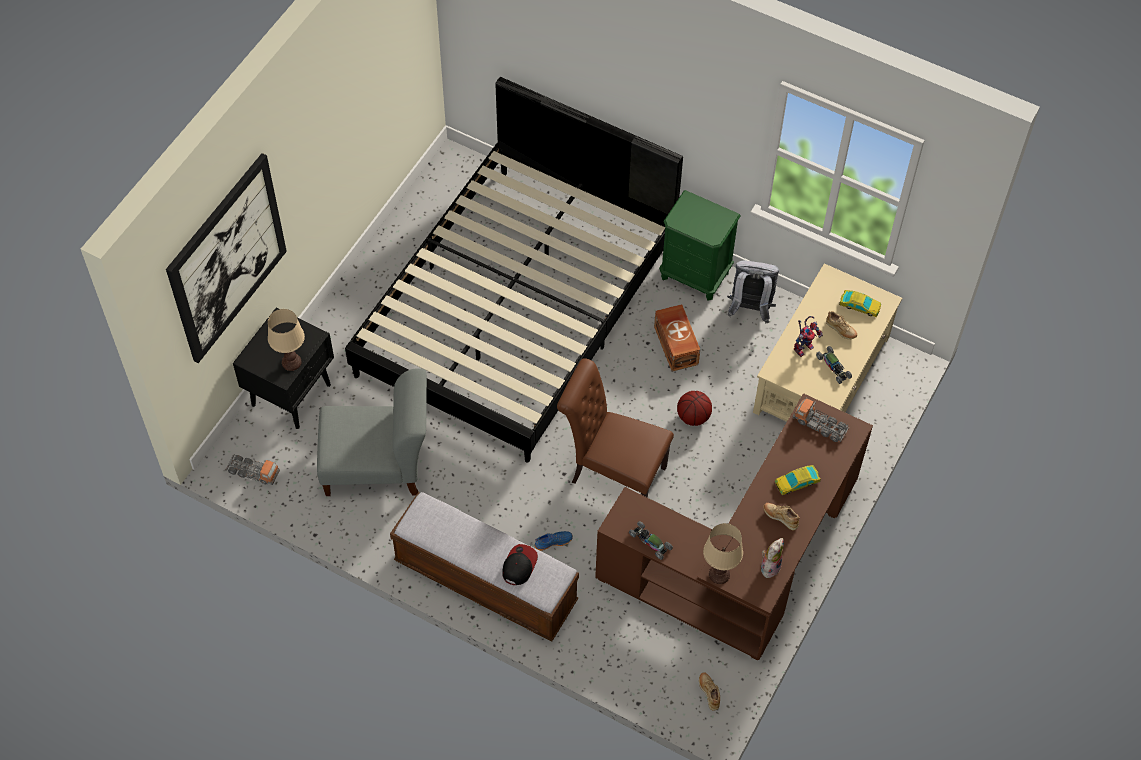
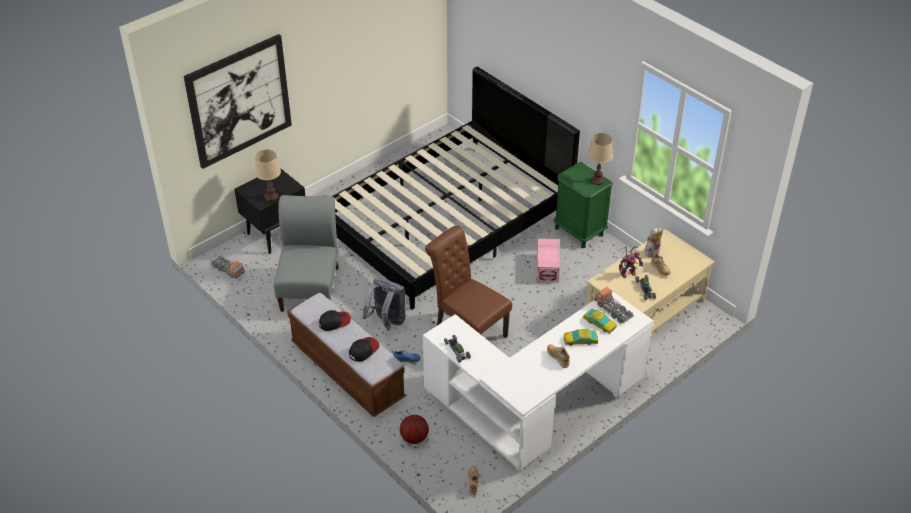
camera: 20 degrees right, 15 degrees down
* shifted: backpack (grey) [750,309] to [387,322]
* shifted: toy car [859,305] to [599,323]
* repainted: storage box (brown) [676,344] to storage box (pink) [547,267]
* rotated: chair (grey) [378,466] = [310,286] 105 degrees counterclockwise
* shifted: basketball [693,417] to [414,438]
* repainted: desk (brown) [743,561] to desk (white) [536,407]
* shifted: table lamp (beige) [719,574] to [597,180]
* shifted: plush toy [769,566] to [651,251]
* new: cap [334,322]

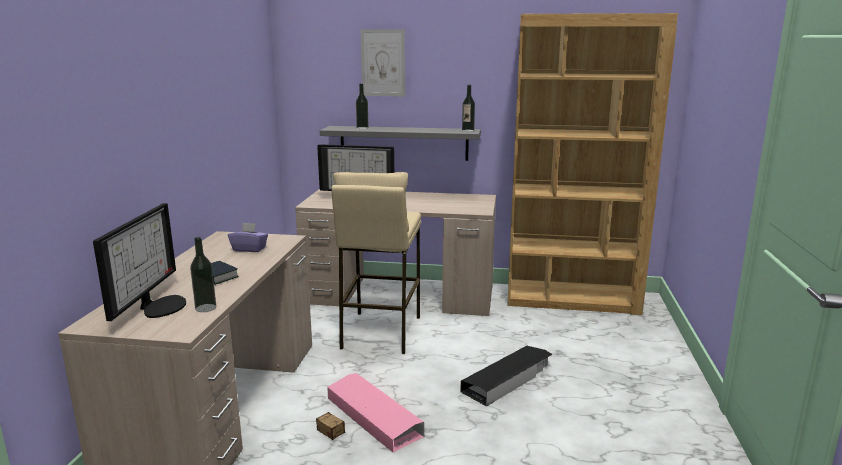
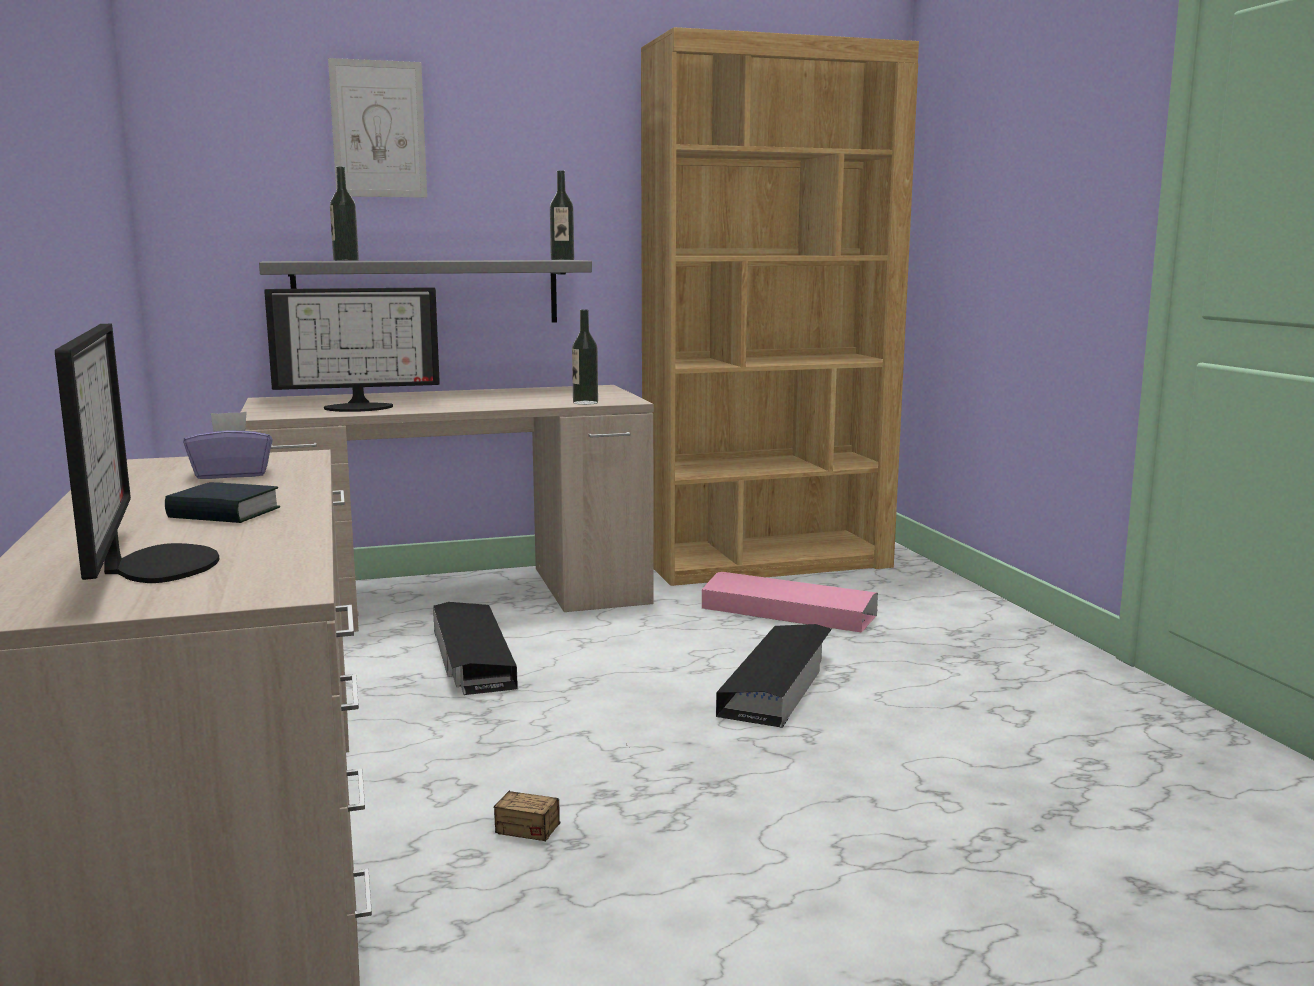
camera: 25 degrees left, 5 degrees down
* swapped: stool (beige) [380,332] to storage box (black) [472,658]
* shifted: bottle [205,308] to [585,402]
* shifted: storage box (pink) [373,417] to [787,612]

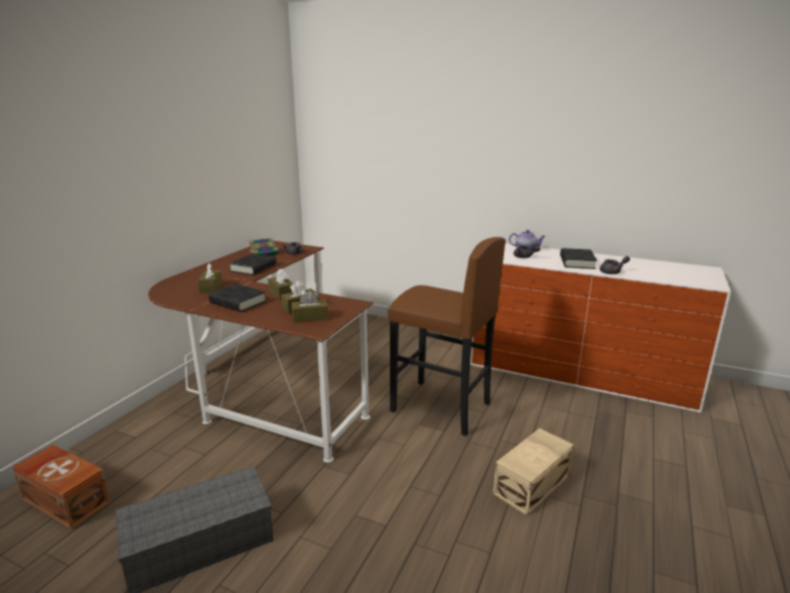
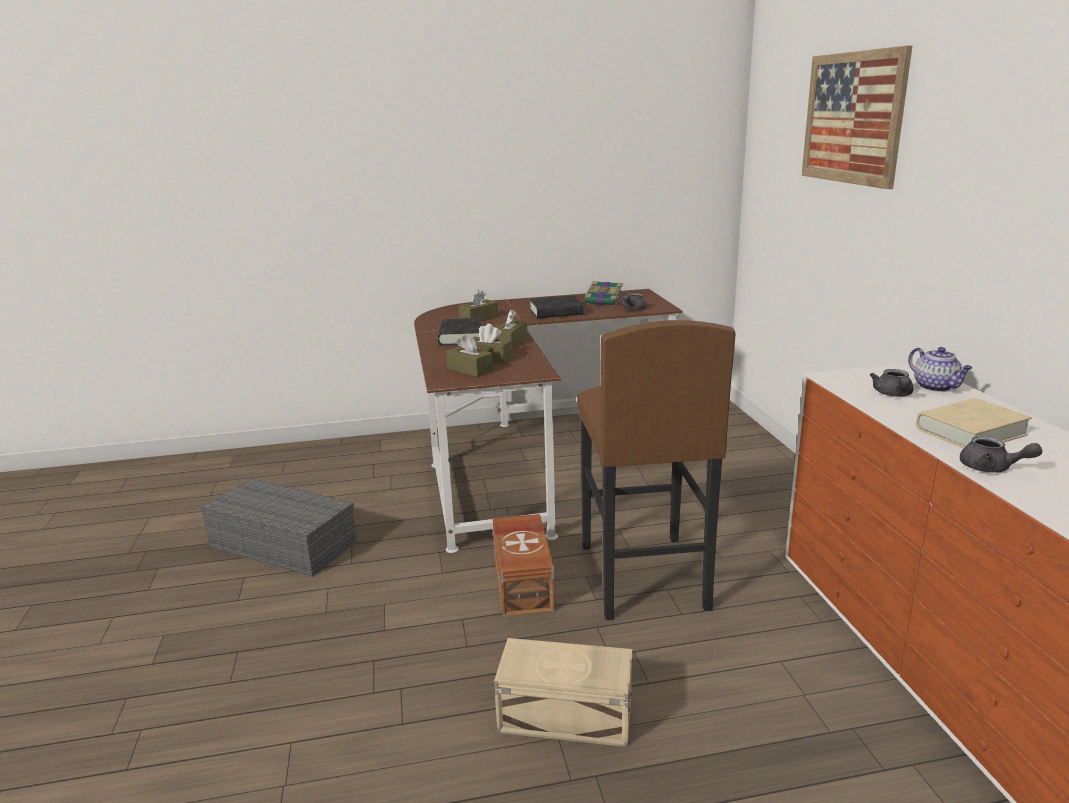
camera: 55 degrees right, 0 degrees up
* repainted: book (black) [577,262] to book (beige) [970,432]
* shifted: storage box (brown) [66,499] to [524,583]
* new: picture [852,118]

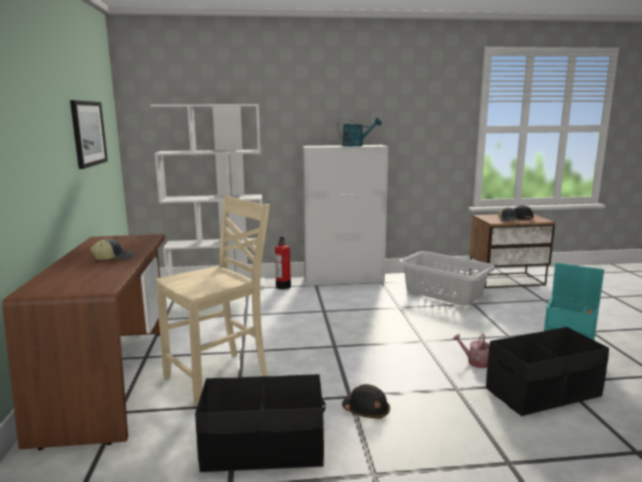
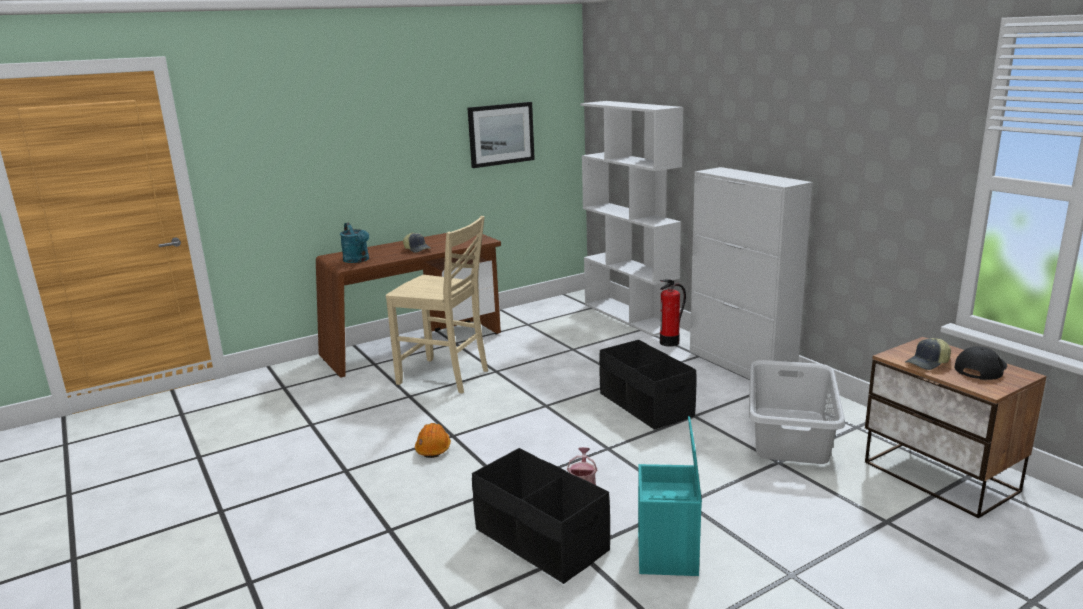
camera: 65 degrees right, 5 degrees up
* shifted: watering can (turquoise) [356,145] to [358,260]
* shifted: storage box (black) [263,449] to [645,405]
* repainted: hard hat (black) [366,411] to hard hat (orange) [433,448]

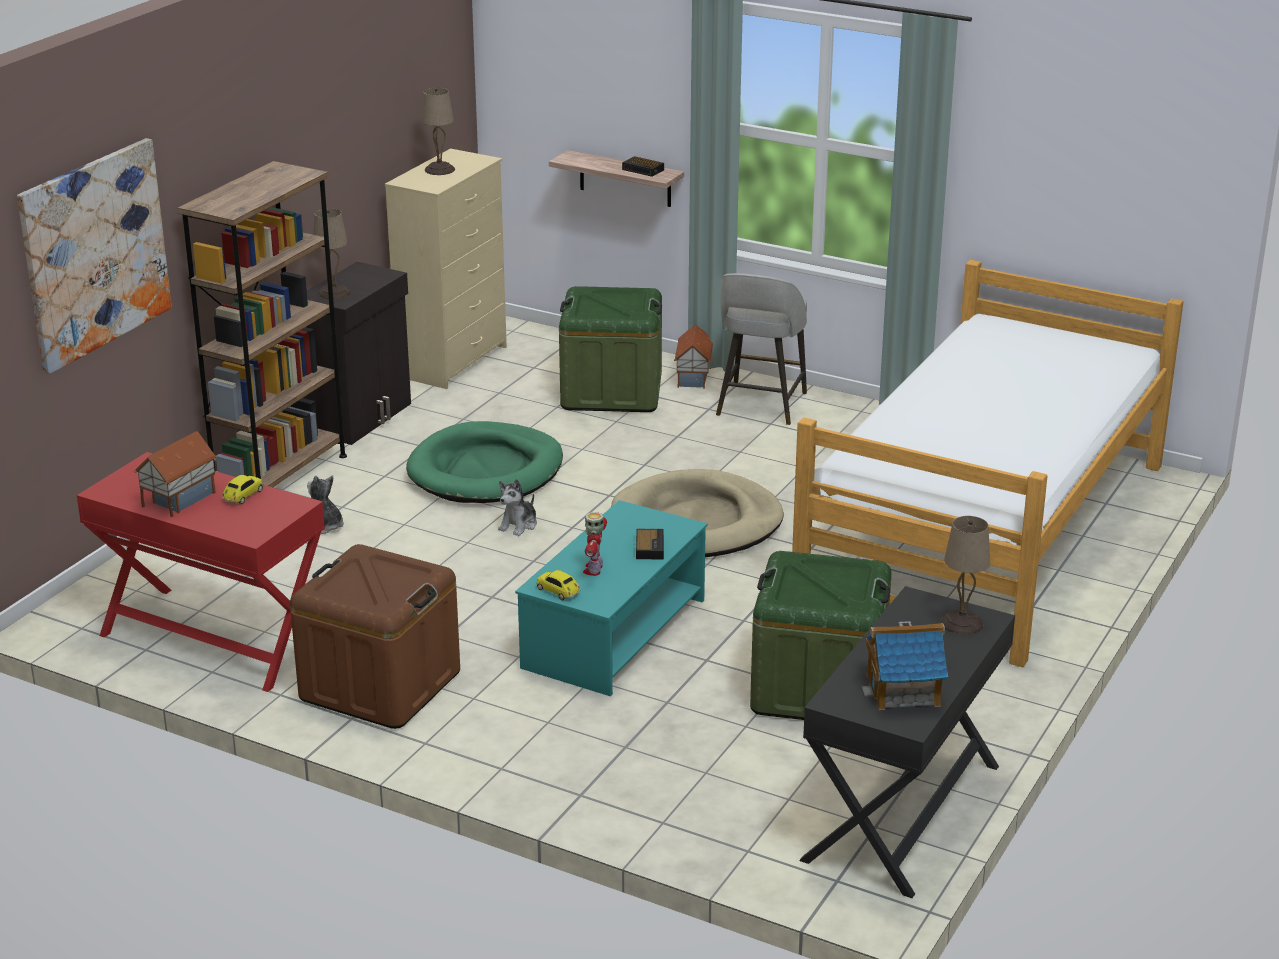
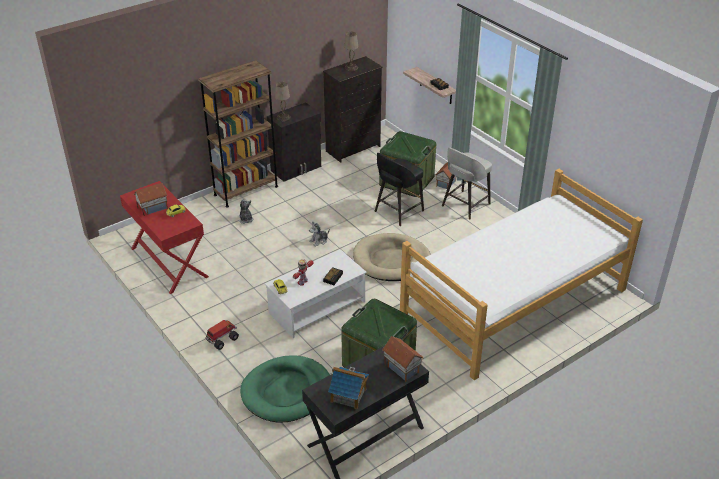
camera: 25 degrees right, 10 degrees up
* gone: picture [95,253]
* repainted: dresser (beige) [454,361] to dresser (black) [353,149]
* shifted: dog bed (green) [486,470] to [286,391]
* repainted: coffee table (turquoise) [614,634] to coffee table (white) [316,307]
* swapped: table lamp (beige) [961,622] to toy house [402,367]
* gone: storage box (brown) [380,685]
* new: stool (black) [398,212]
* new: toy truck [221,340]

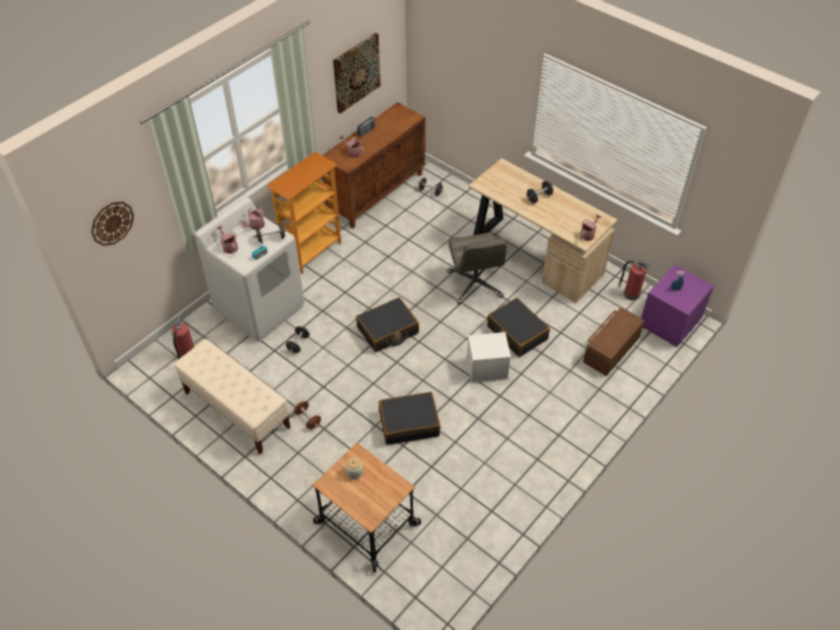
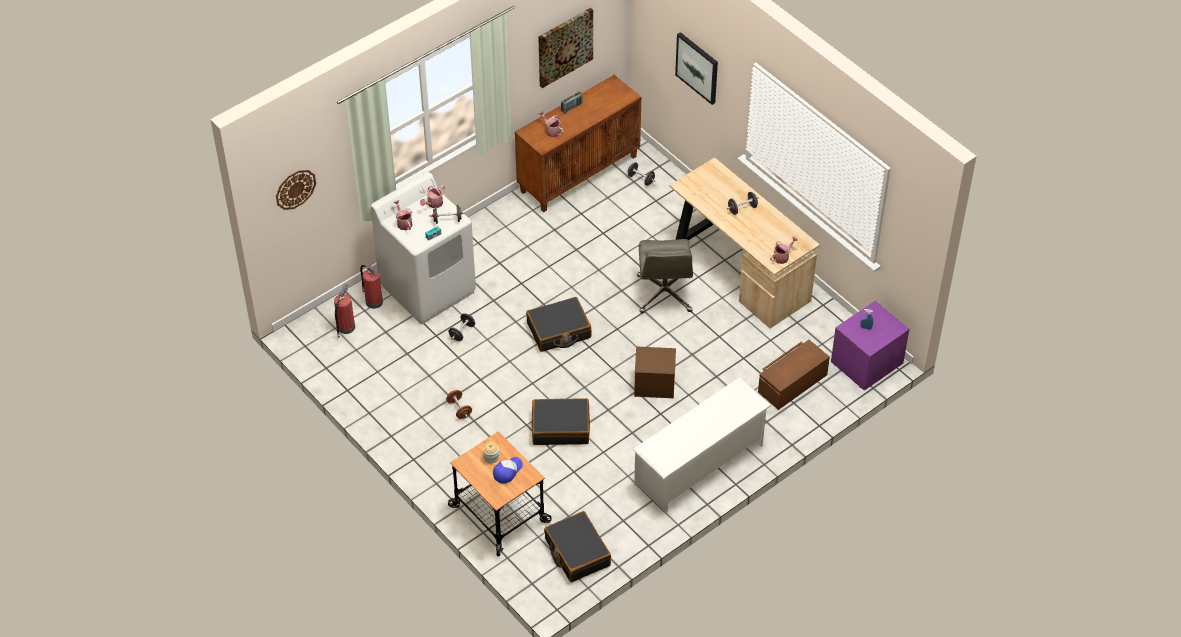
camera: 10 degrees right, 0 degrees up
* gone: bookcase [312,252]
* shifted: fire extinguisher [630,294] to [373,301]
* shifted: suitcase (black) [516,333] to [577,552]
* repainted: storage box (white) [486,369] to storage box (brown) [653,385]
* gone: bench (beige) [237,410]
* new: picture [697,67]
* new: shoe rack (white) [699,464]
* new: cap [507,471]

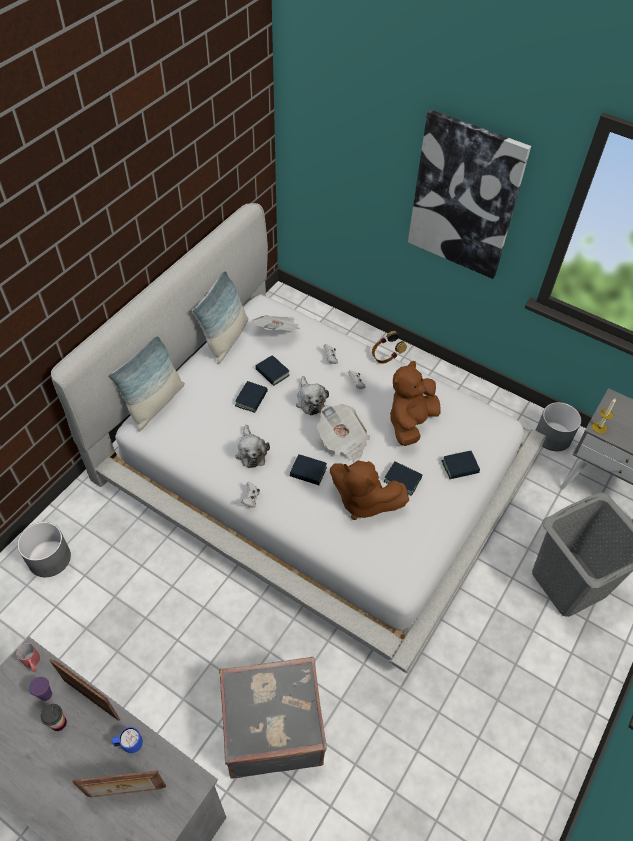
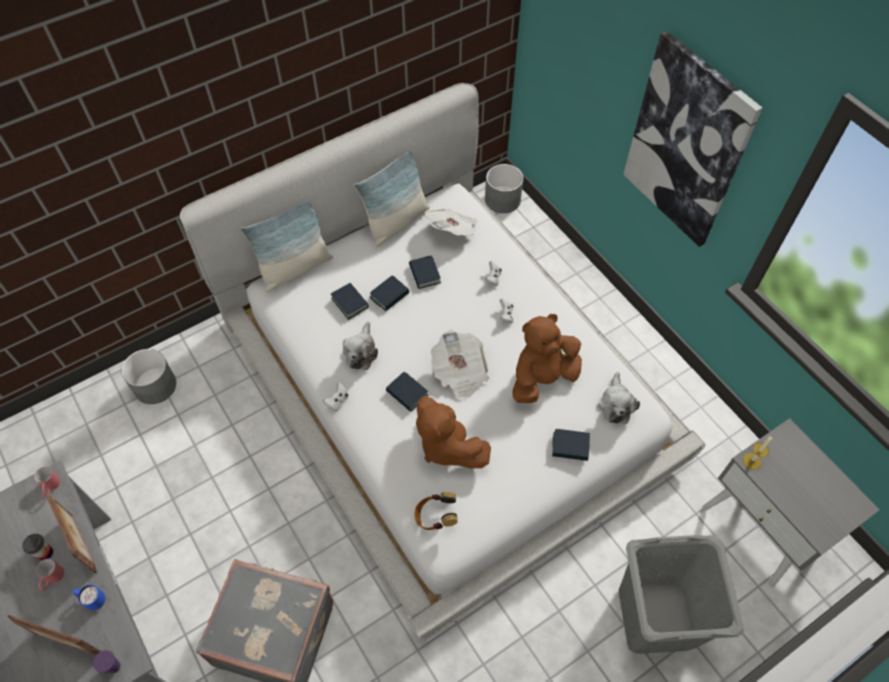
camera: 25 degrees right, 5 degrees up
* shifted: headphones [386,356] to [435,517]
* shifted: plush toy [310,401] to [616,404]
* shifted: planter (grey) [553,436] to [503,199]
* shifted: book [402,480] to [350,303]
* shifted: cup (purple) [46,694] to [113,666]
* new: mug (red) [52,579]

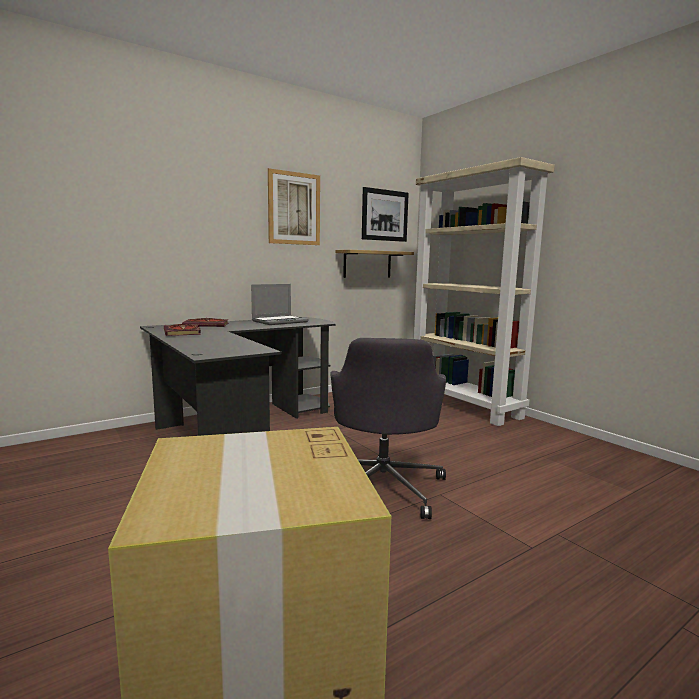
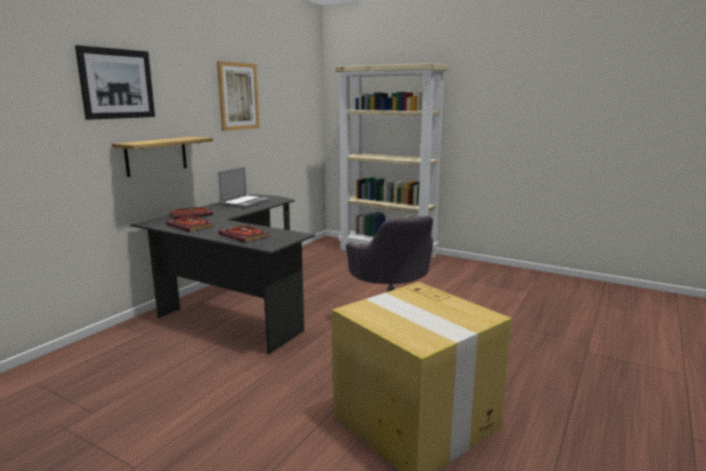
camera: 25 degrees left, 5 degrees up
* shifted: picture [385,215] to [117,84]
* shifted: shelf [367,264] to [156,156]
* new: book [245,236]

